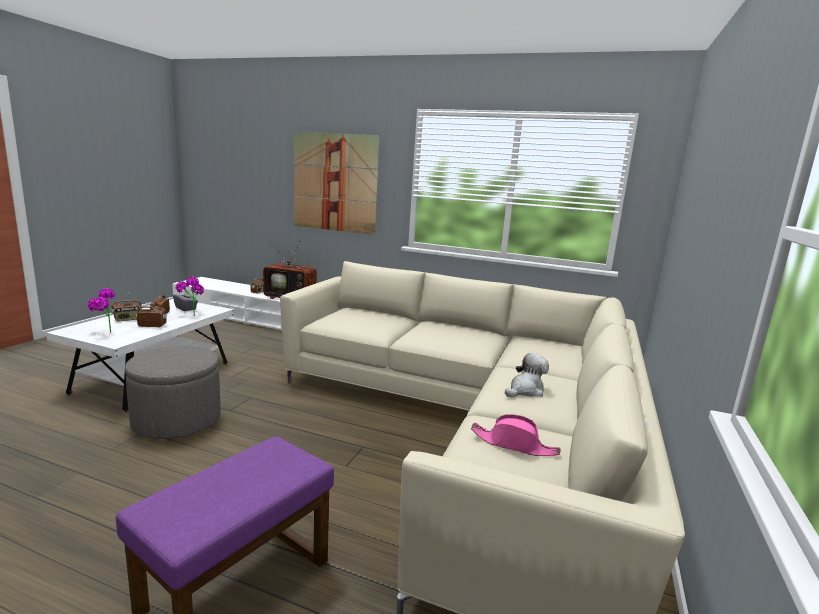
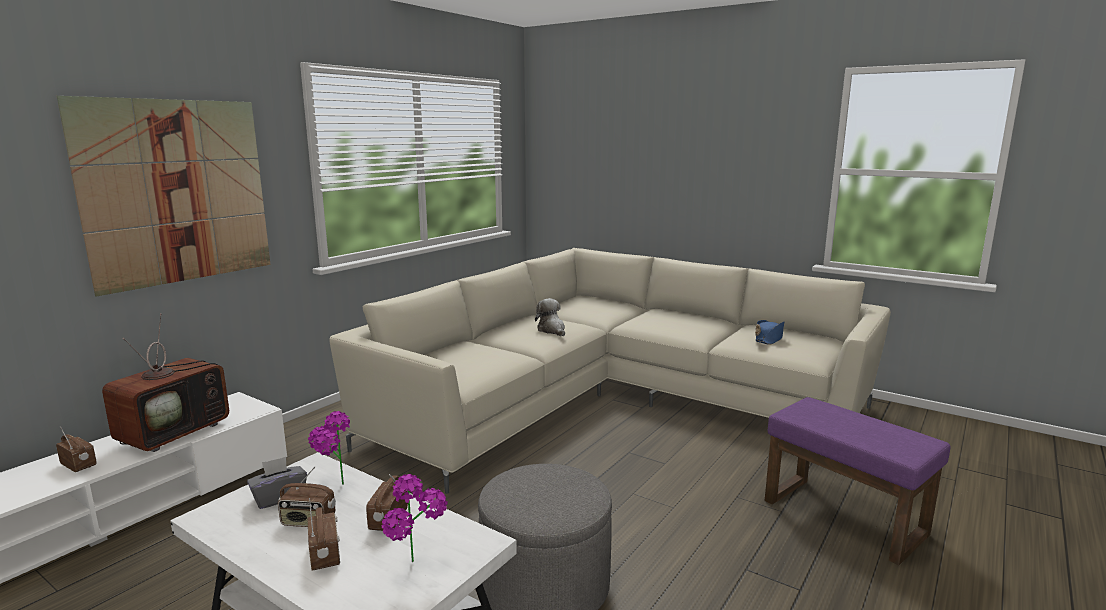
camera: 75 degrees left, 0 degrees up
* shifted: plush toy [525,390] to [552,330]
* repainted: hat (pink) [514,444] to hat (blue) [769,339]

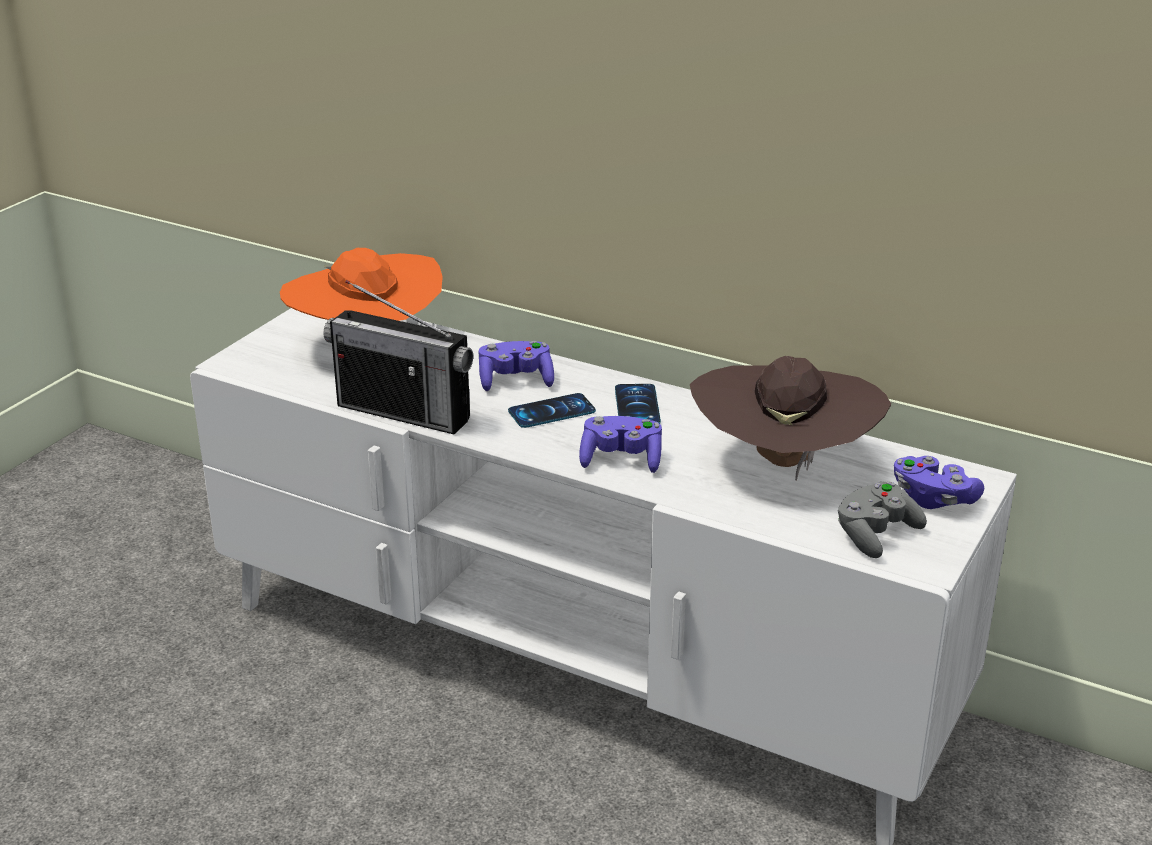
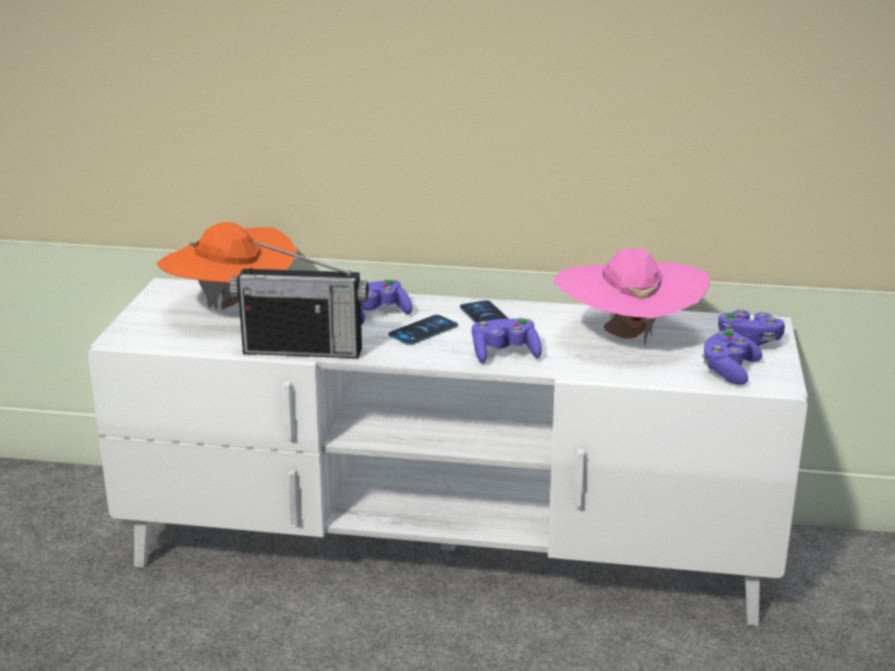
camera: 20 degrees left, 5 degrees down
* repainted: hat (brown) [784,465] to hat (pink) [627,338]
* repainted: game controller (grey) [876,535] to game controller (purple) [729,370]

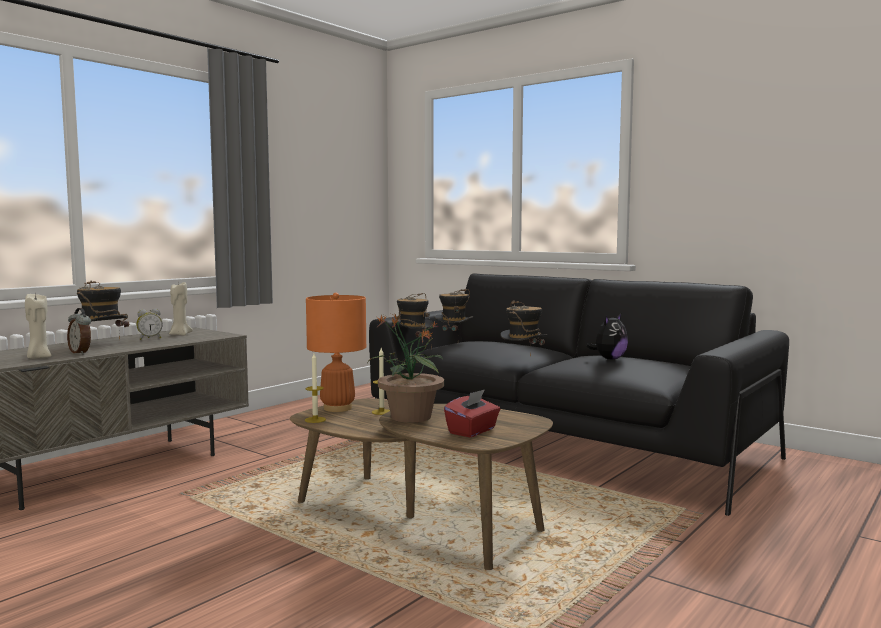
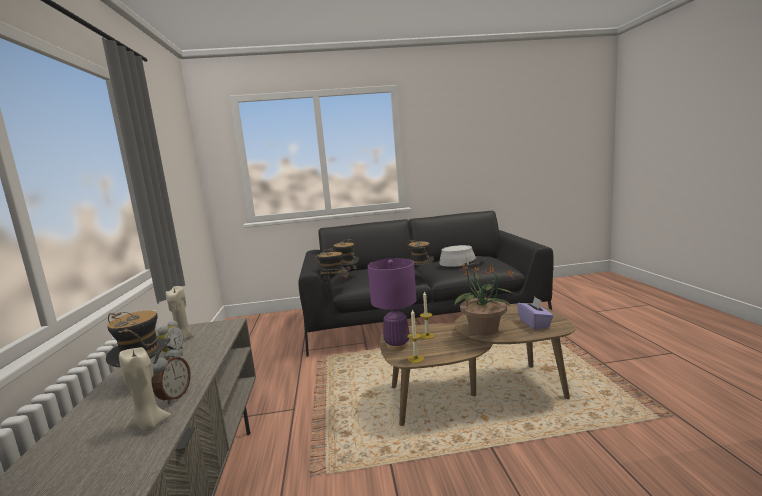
camera: 45 degrees left, 5 degrees up
* repainted: table lamp (orange) [338,408] to table lamp (purple) [397,345]
* rotated: alarm clock [81,353] = [174,396] 75 degrees counterclockwise
* swapped: plush toy [609,359] to hat (grey) [461,262]
* repainted: tissue box (red) [472,431] to tissue box (purple) [534,323]

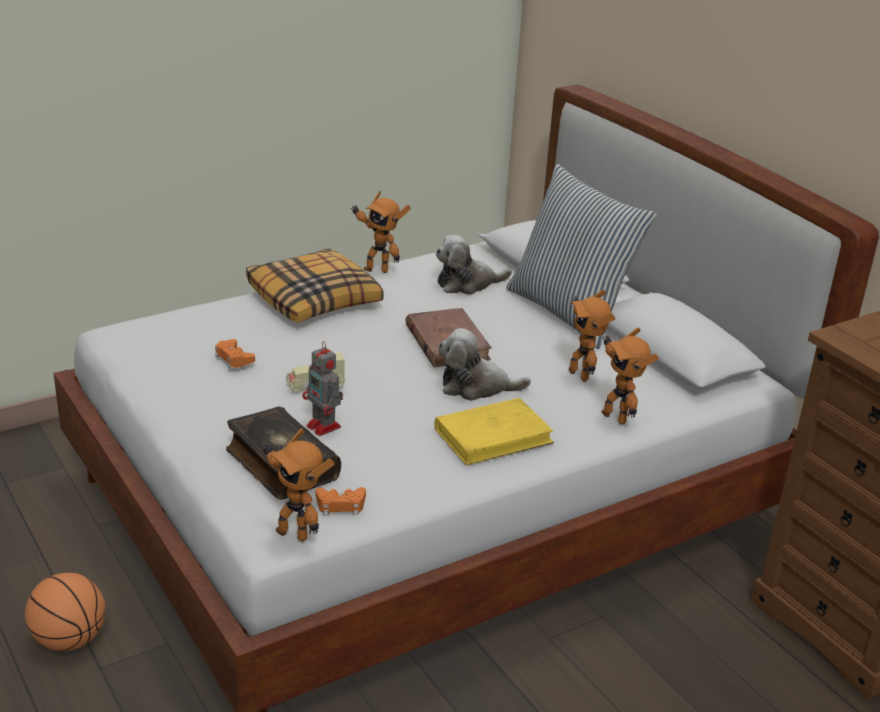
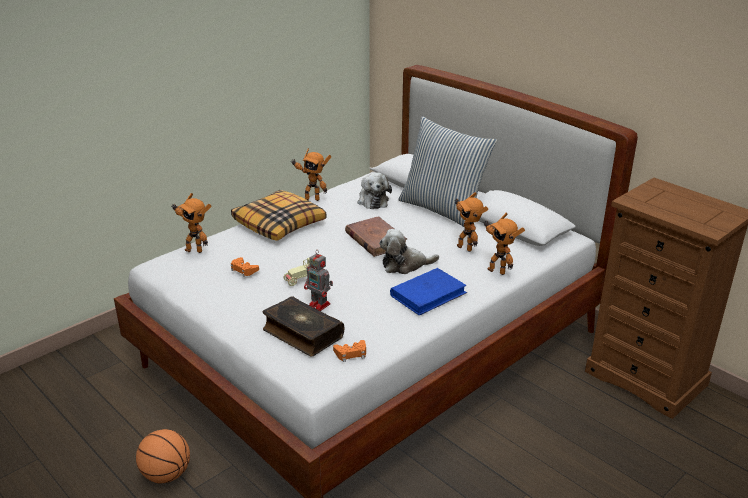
camera: 10 degrees left, 0 degrees up
* rotated: plush toy [467,284] = [372,200] 75 degrees counterclockwise
* repainted: book (yellow) [493,436] to book (blue) [428,294]
* shifted: toy robot [294,532] to [194,250]

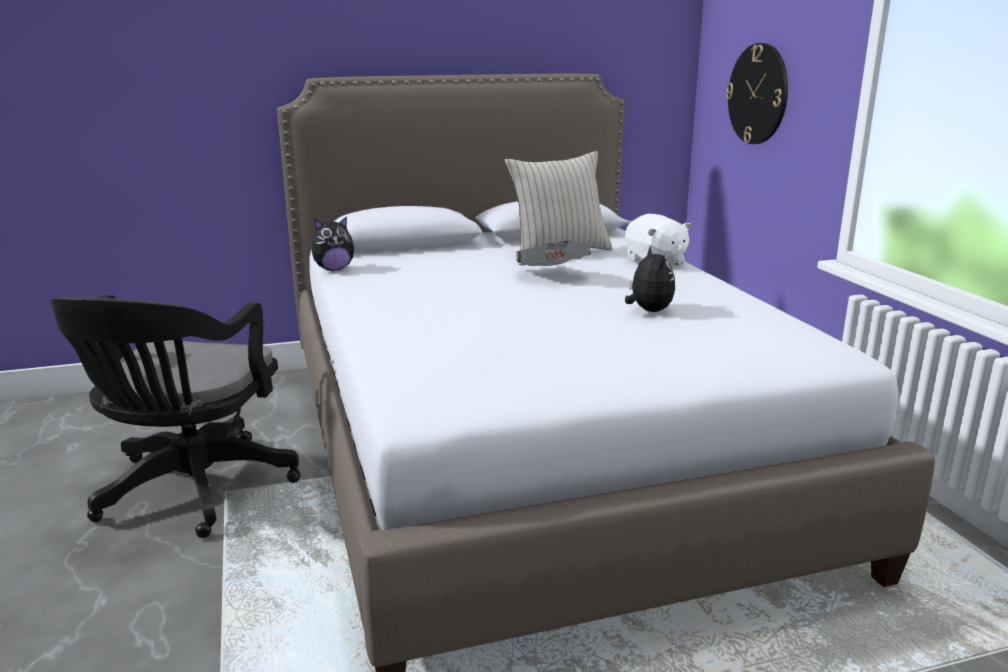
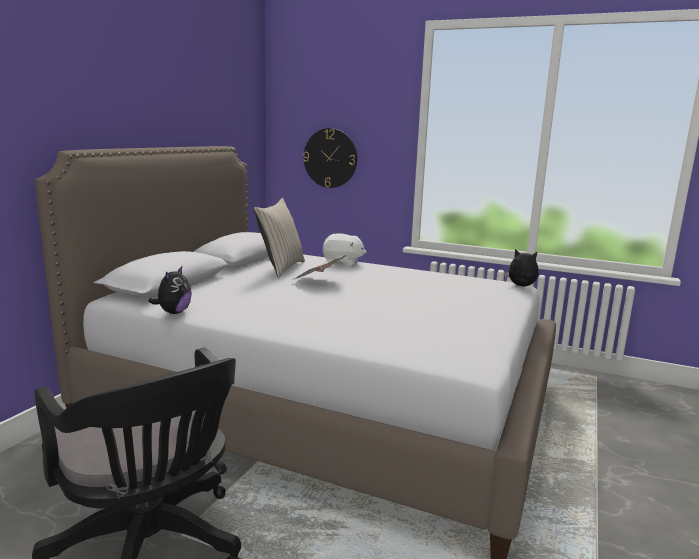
camera: 50 degrees left, 5 degrees down
* shifted: plush toy [648,310] to [521,286]

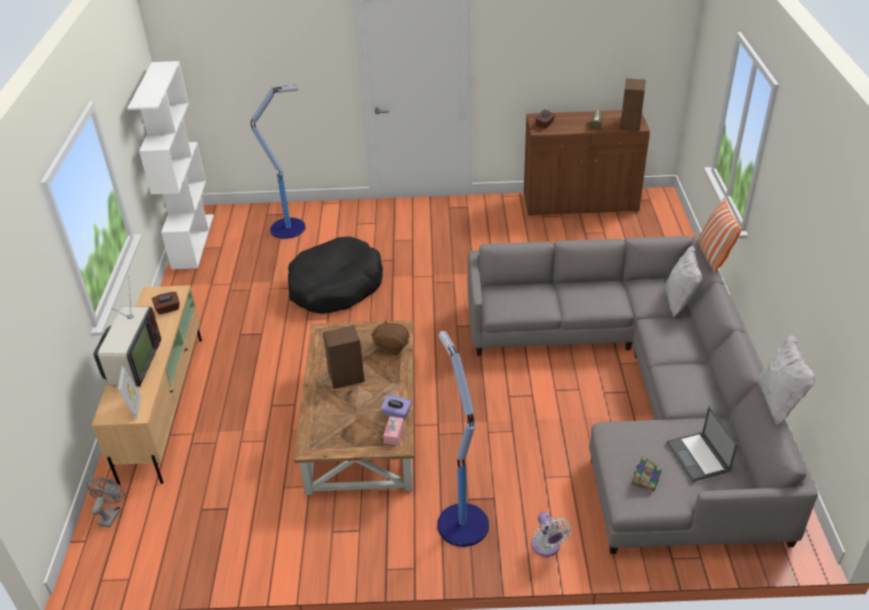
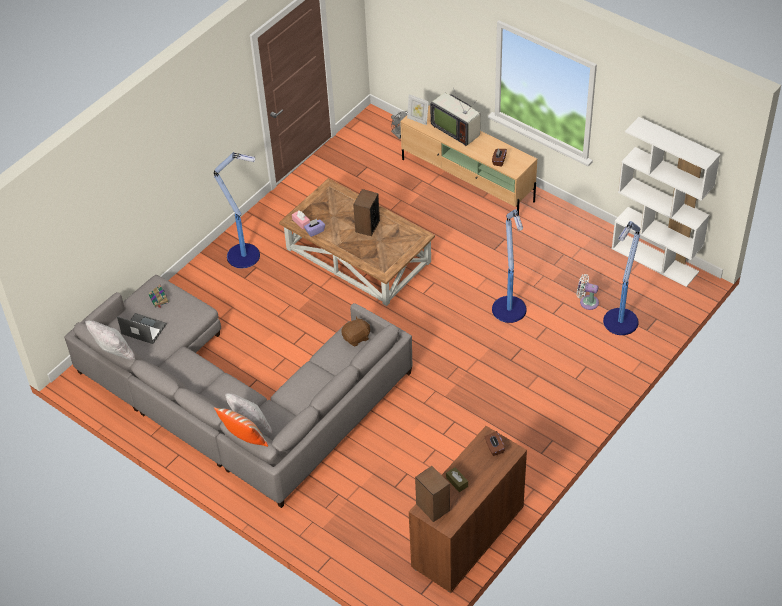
camera: 130 degrees right, 10 degrees up
* swapped: dog bed (black) [335,287] to floor lamp [509,310]
* shifted: plush toy (brown) [391,346] to [356,338]
* shifted: fan (white) [547,547] to [587,302]

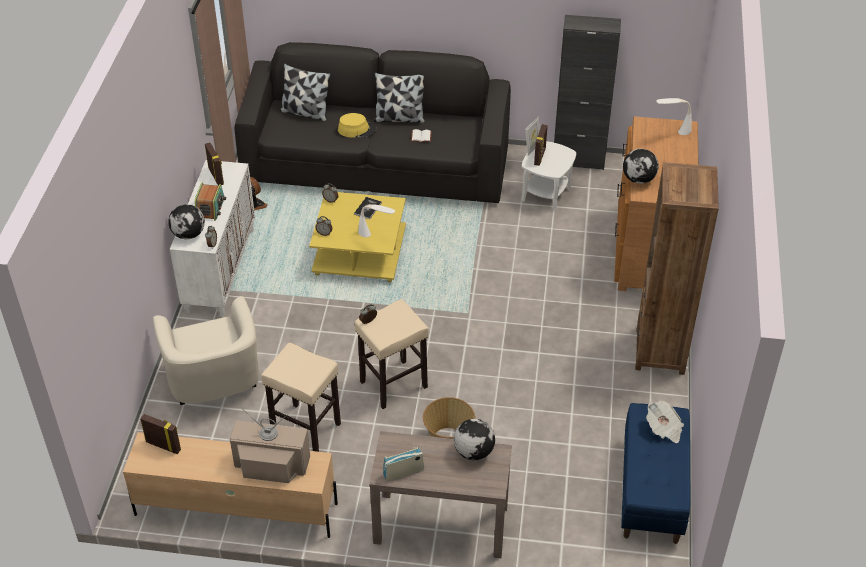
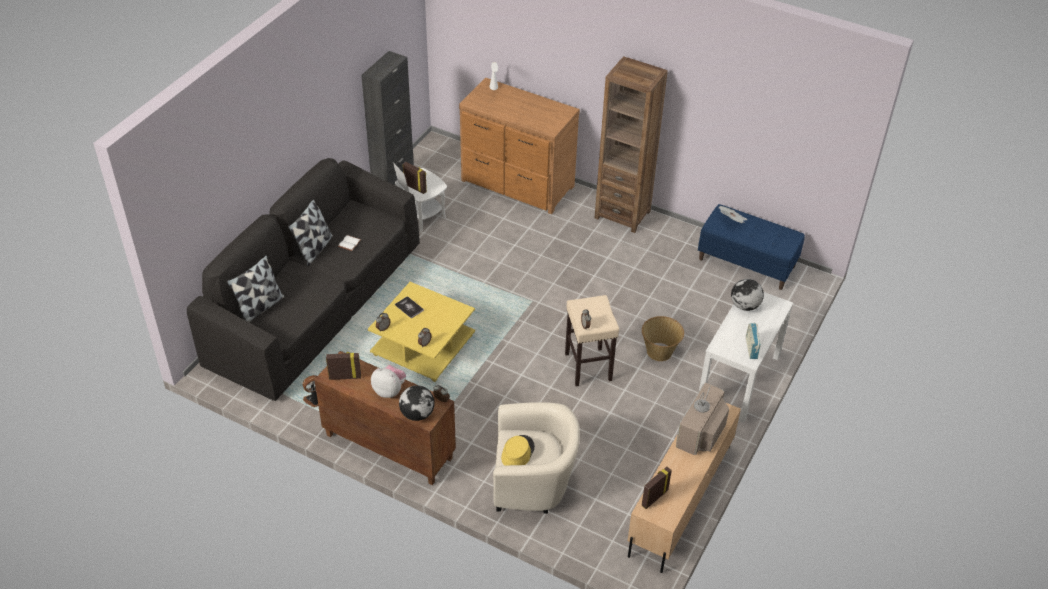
camera: 70 degrees left, 0 degrees up
* shifted: hat (yellow) [357,129] to [517,452]
* gone: globe [639,179]
* repainted: cabinet (white) [220,269] to cabinet (brown) [388,447]
* swapped: radio [211,208] to plush toy [389,390]
* gone: table lamp (white) [377,239]
* gone: stool (beige) [305,428]
* repainted: console table (brown) [440,524] to console table (white) [738,380]

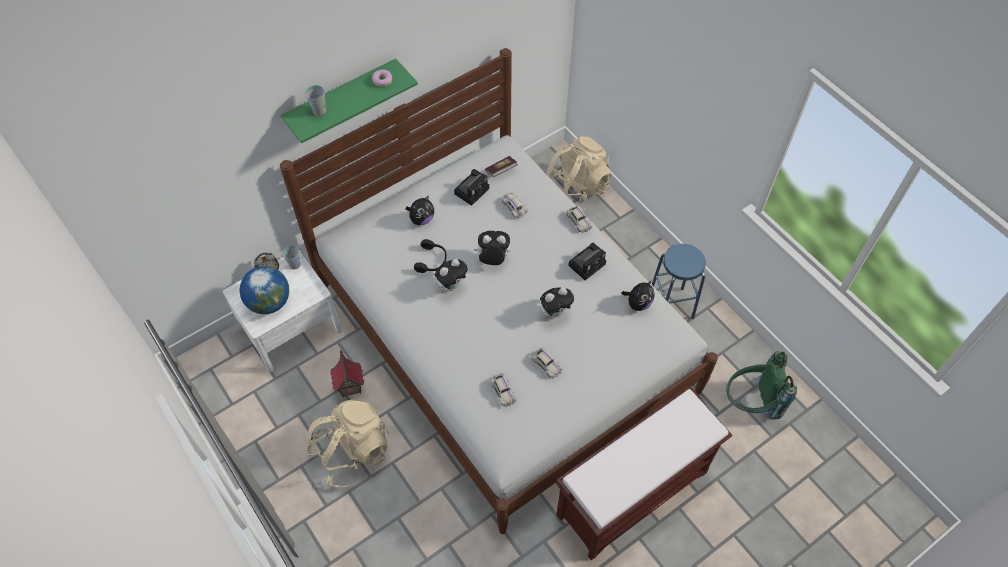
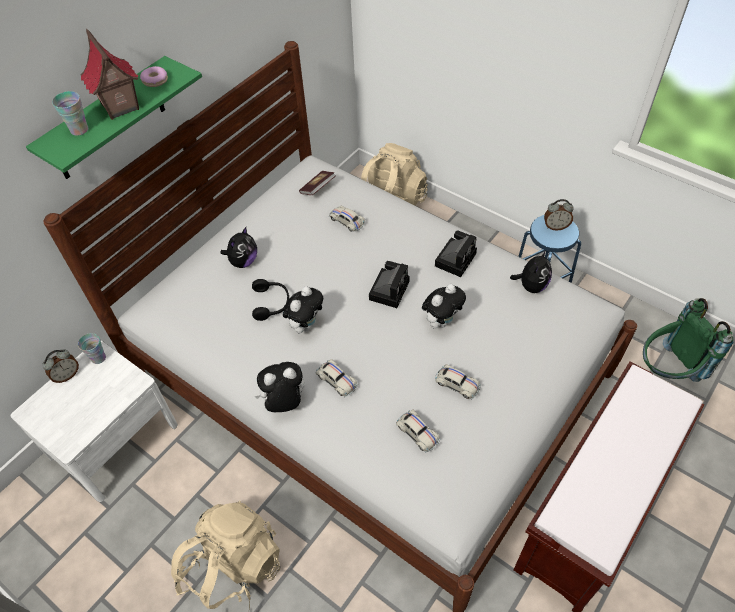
camera: 15 degrees left, 5 degrees down
* shifted: photo camera [472,190] to [389,289]
* shifted: toy car (white) [578,221] to [336,380]
* shifted: plush toy [493,260] to [284,403]
* gone: globe [269,302]
* shifted: toy house [350,387] to [120,107]
* new: alarm clock [555,226]

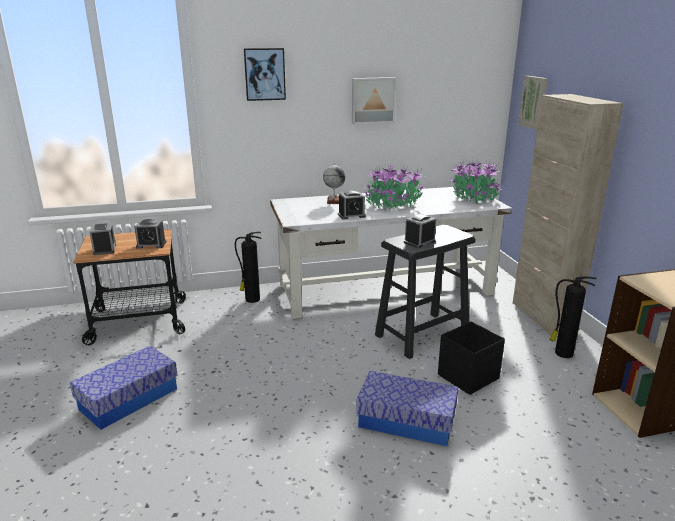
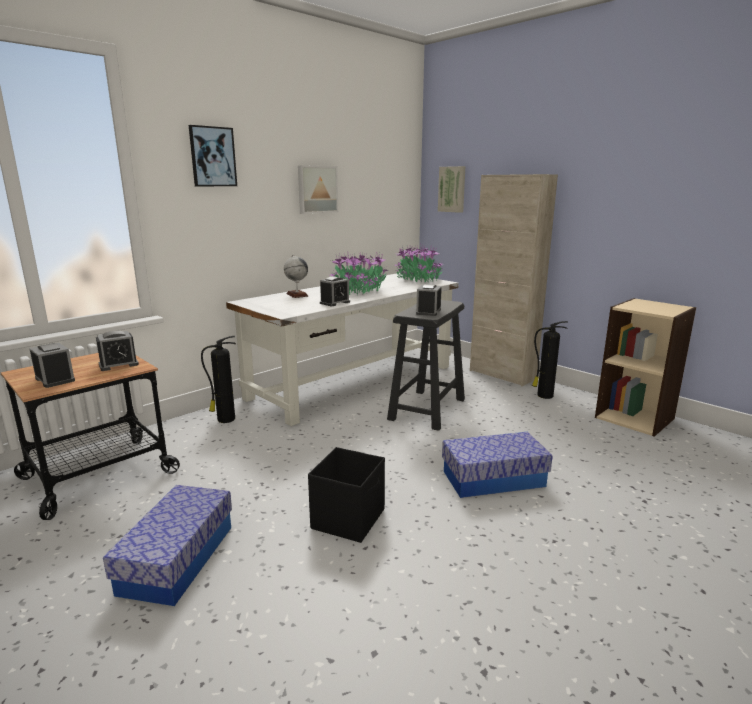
camera: 30 degrees left, 5 degrees down
* shifted: storage box (black) [469,377] to [349,518]

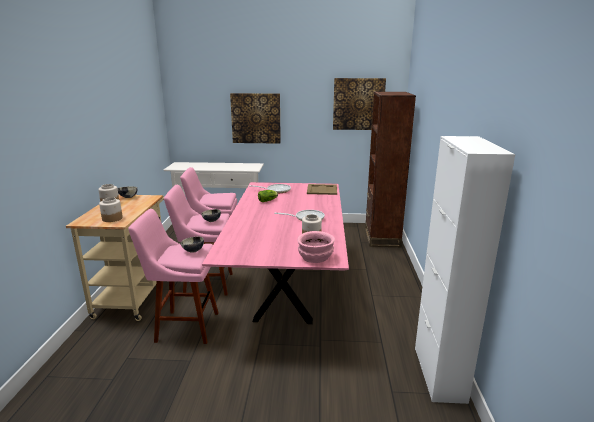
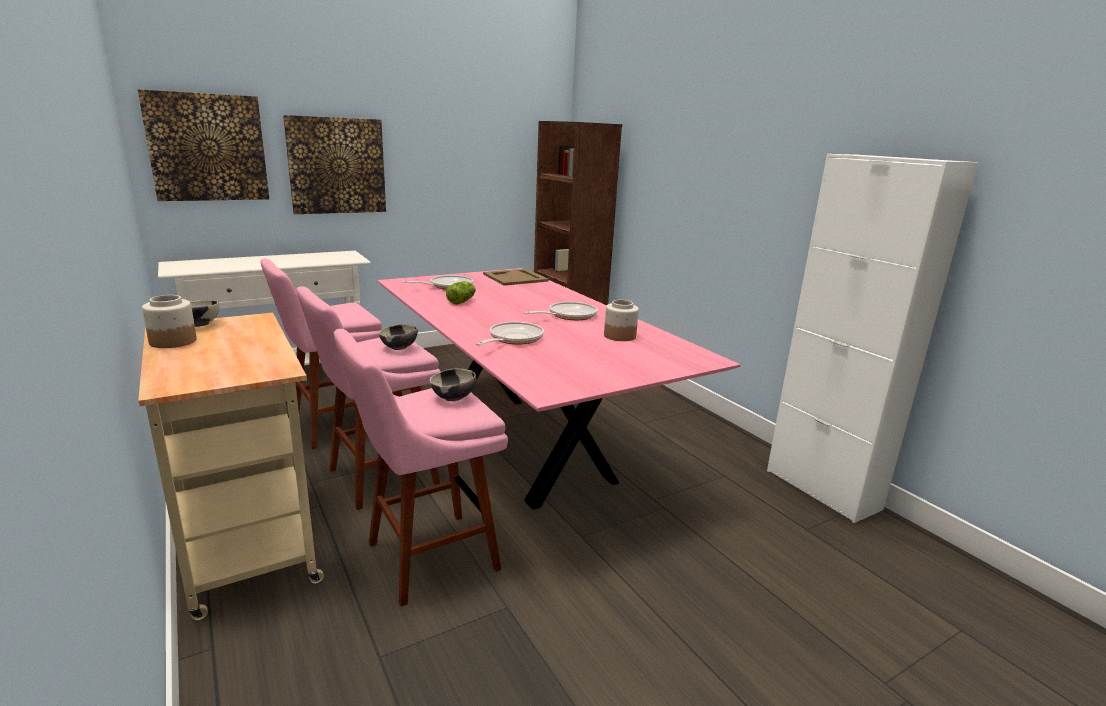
camera: 35 degrees left, 0 degrees up
* shifted: picture [358,104] to [207,147]
* gone: jar [112,219]
* gone: bowl (pink) [315,257]
* new: frying pan [513,339]

